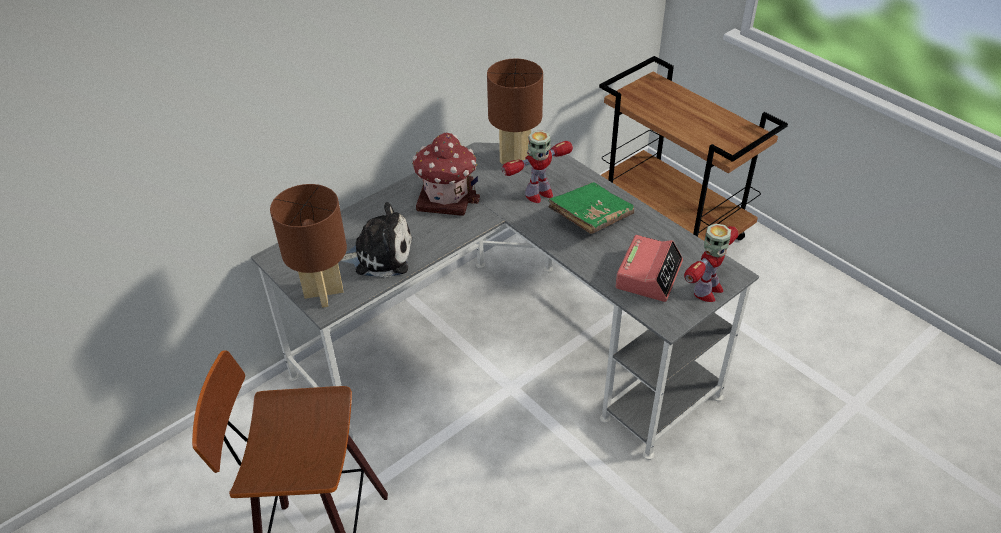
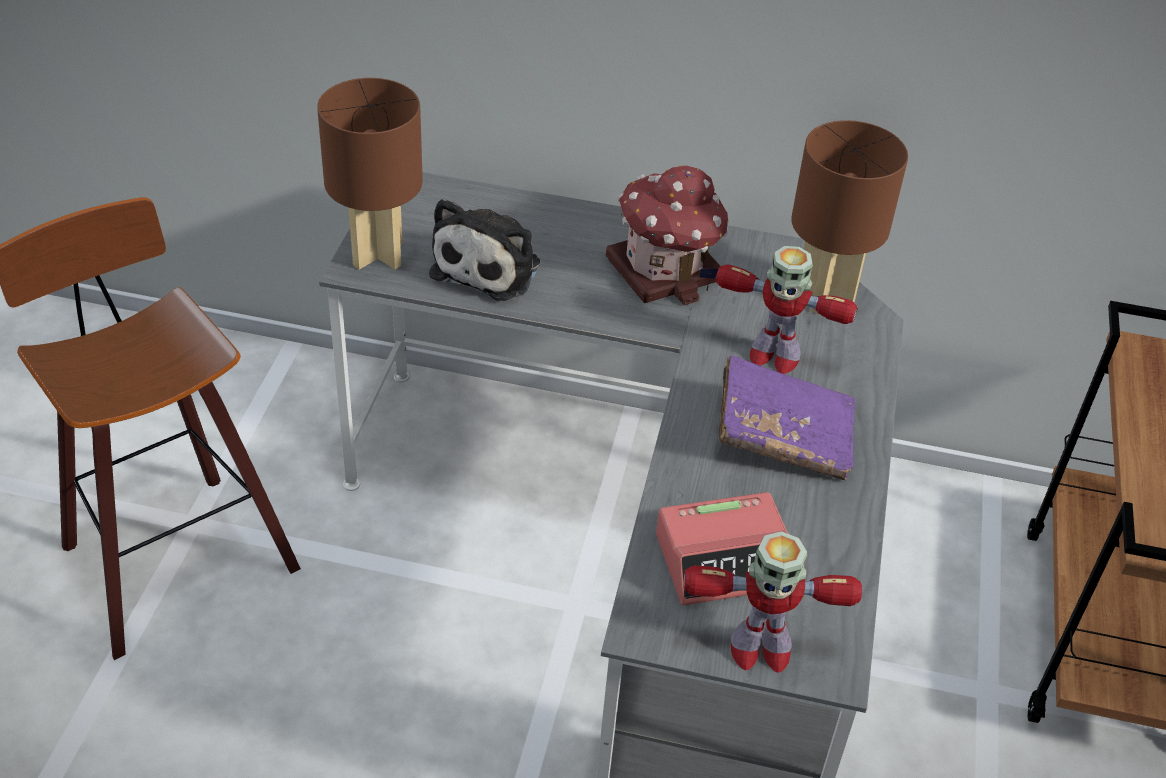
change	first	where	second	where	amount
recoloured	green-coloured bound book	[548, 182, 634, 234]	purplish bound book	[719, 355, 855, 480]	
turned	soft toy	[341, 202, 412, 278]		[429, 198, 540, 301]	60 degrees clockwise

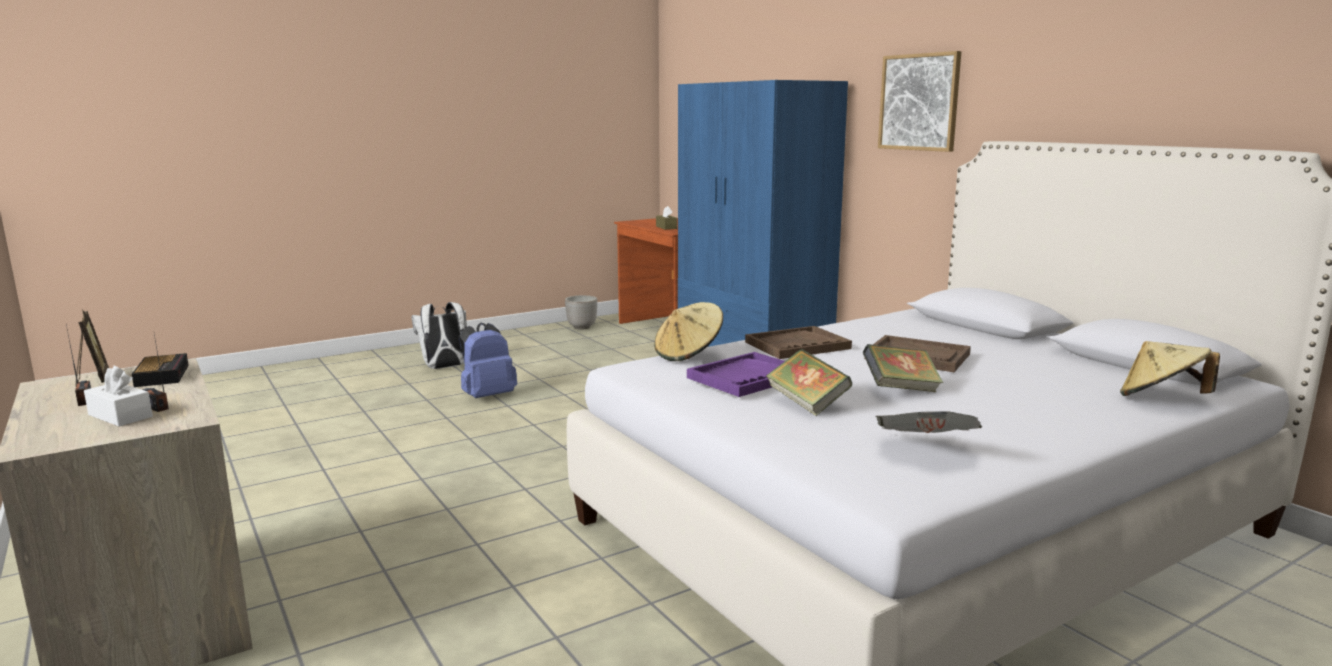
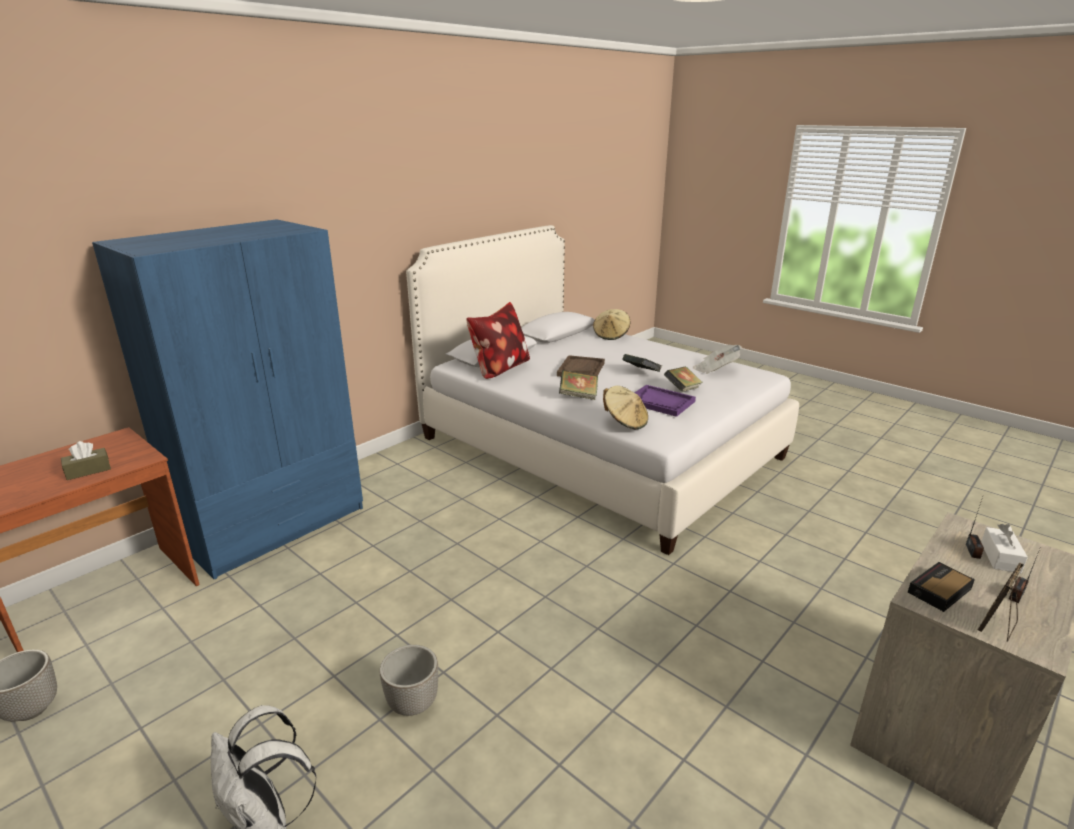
change	first	where	second	where	amount
removed	picture	[878, 51, 961, 152]			
added			cushion	[466, 302, 530, 379]	
replaced	bluish backpack	[459, 323, 517, 398]	flower pot	[380, 645, 438, 716]	
replaced	brown-coloured serving tray	[745, 326, 852, 359]	bound book	[559, 370, 598, 400]	

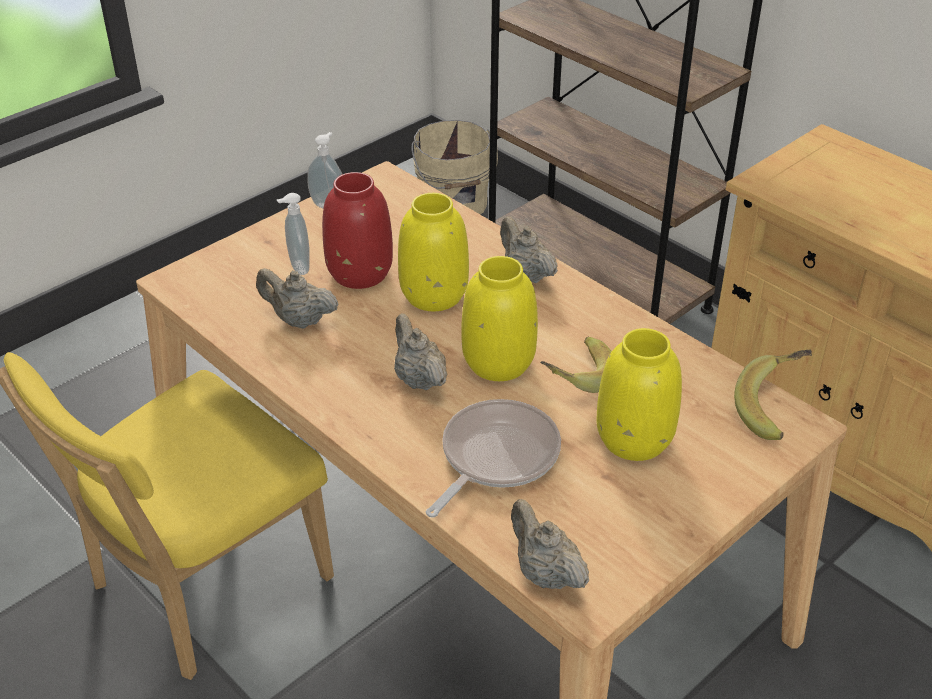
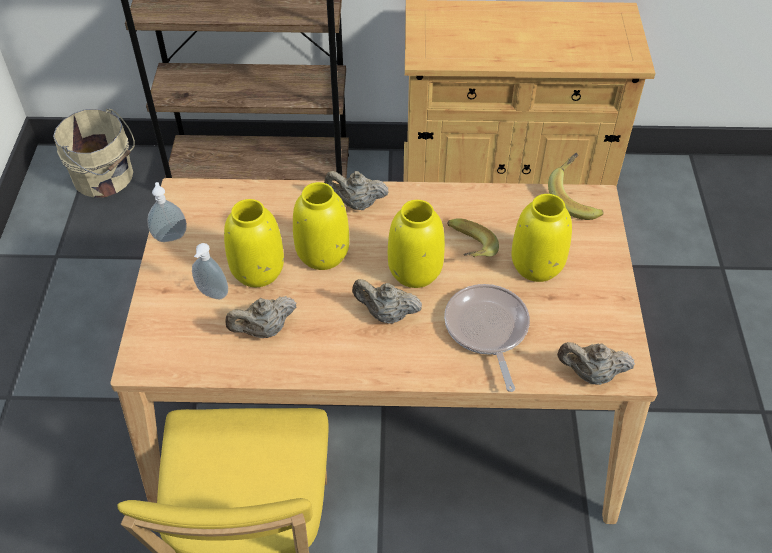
change	first	where	second	where	amount
recoloured	red vase	[322, 172, 393, 289]	yellow-coloured vase	[224, 199, 284, 287]	

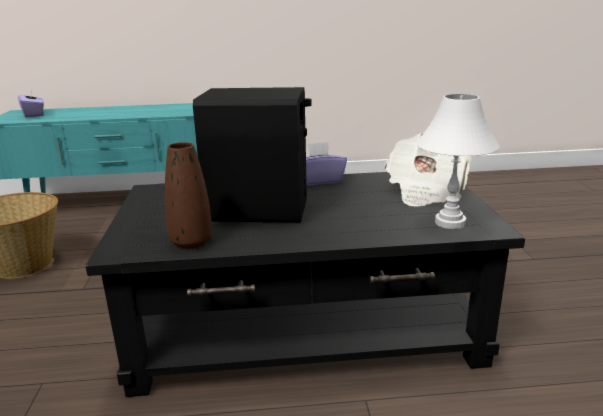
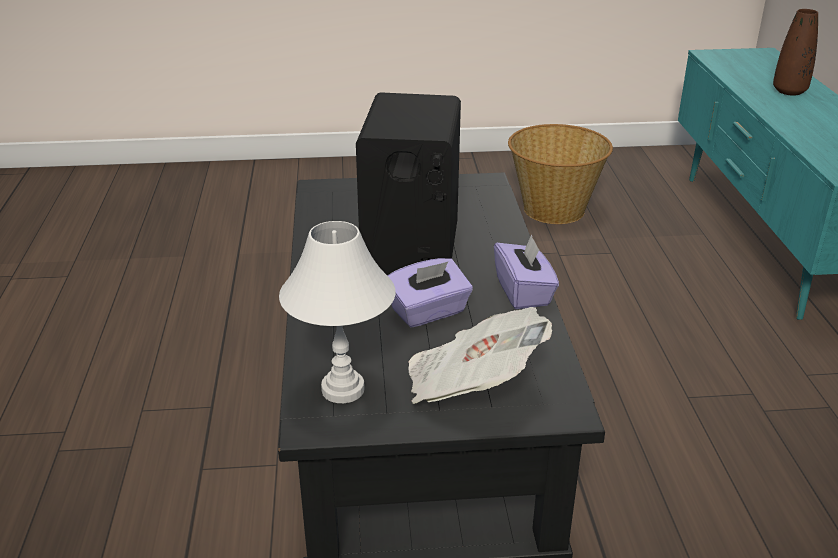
change	first	where	second	where	amount
moved	purplish tissue holder	[18, 91, 44, 118]		[387, 258, 473, 328]	
moved	brown-coloured vase	[165, 142, 212, 249]		[773, 9, 818, 96]	

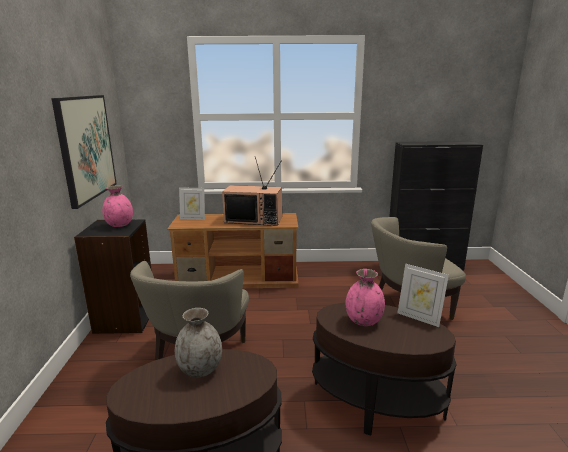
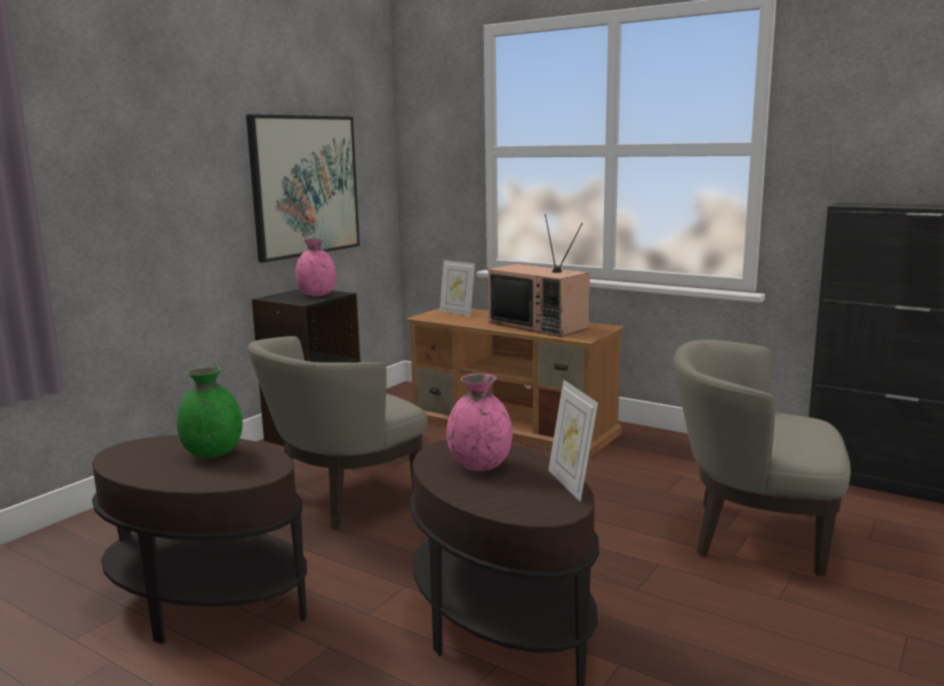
change	first	where	second	where	amount
recoloured	grey vase	[175, 308, 222, 377]	green-coloured vase	[177, 366, 243, 458]	

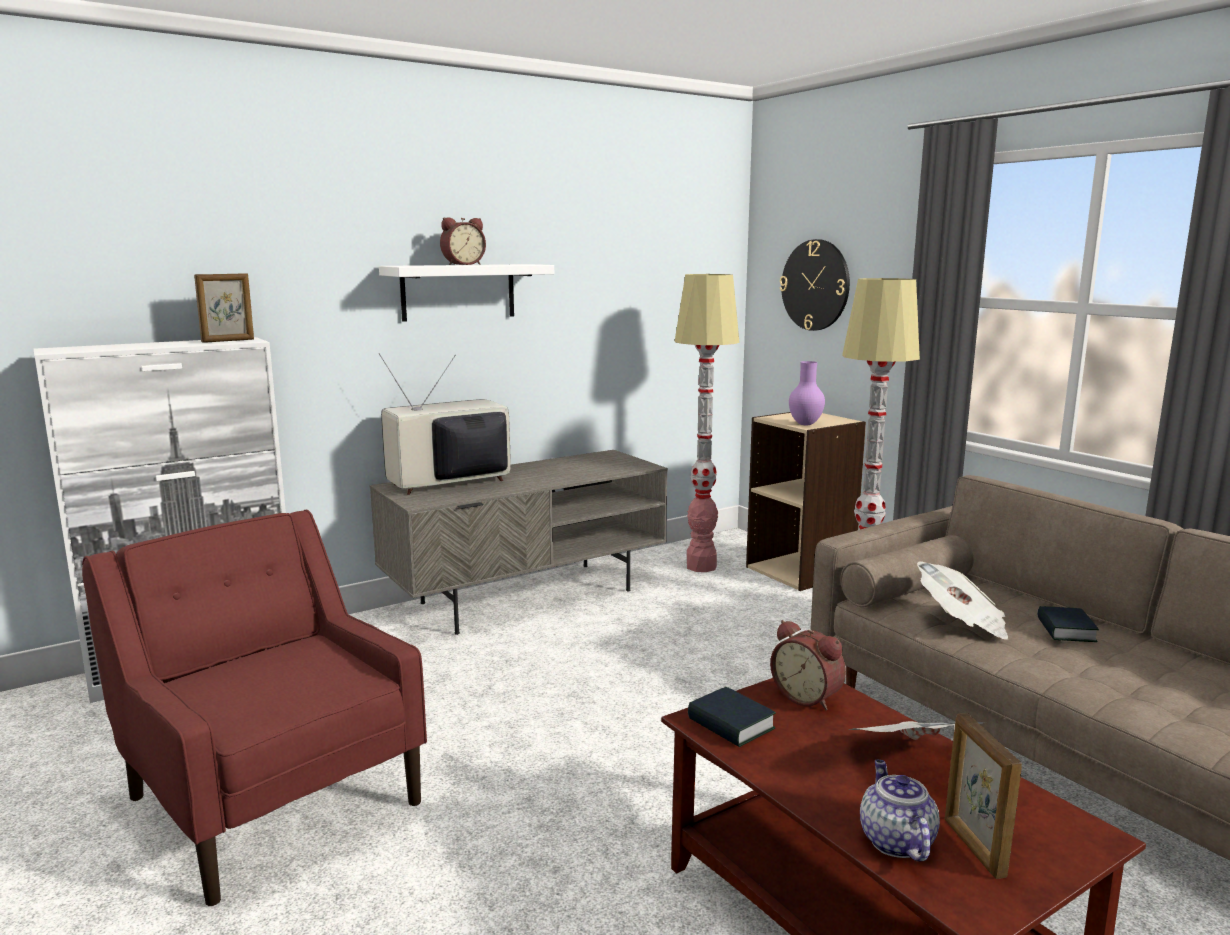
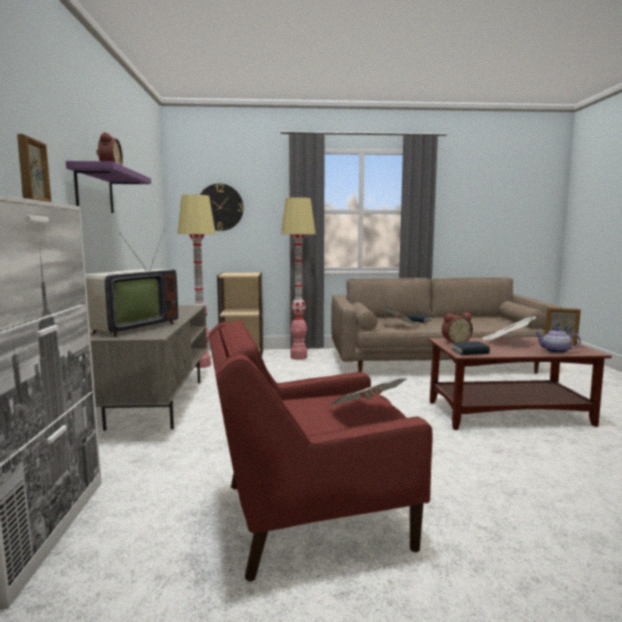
change	first	where	second	where	amount
removed	purplish vase	[789, 361, 825, 425]			
added			daily paper	[330, 379, 407, 405]	
recoloured	white bracket shelf	[379, 264, 554, 322]	purplish bracket shelf	[66, 161, 151, 213]	
turned	television	[378, 353, 511, 495]		[85, 229, 178, 337]	150 degrees counterclockwise

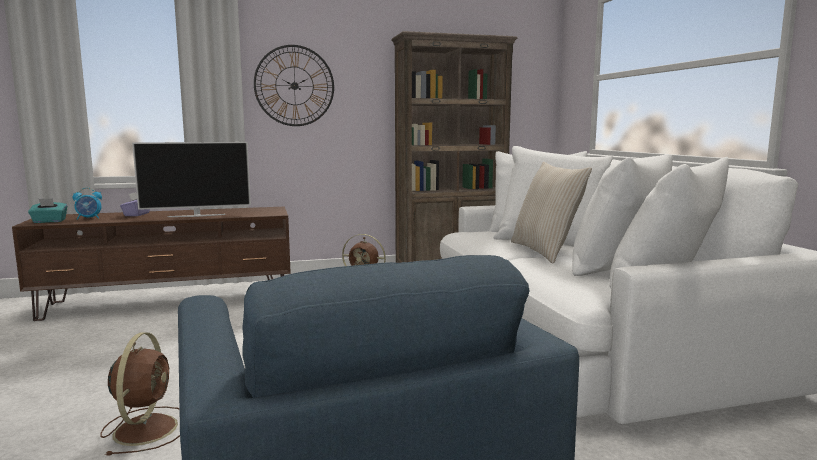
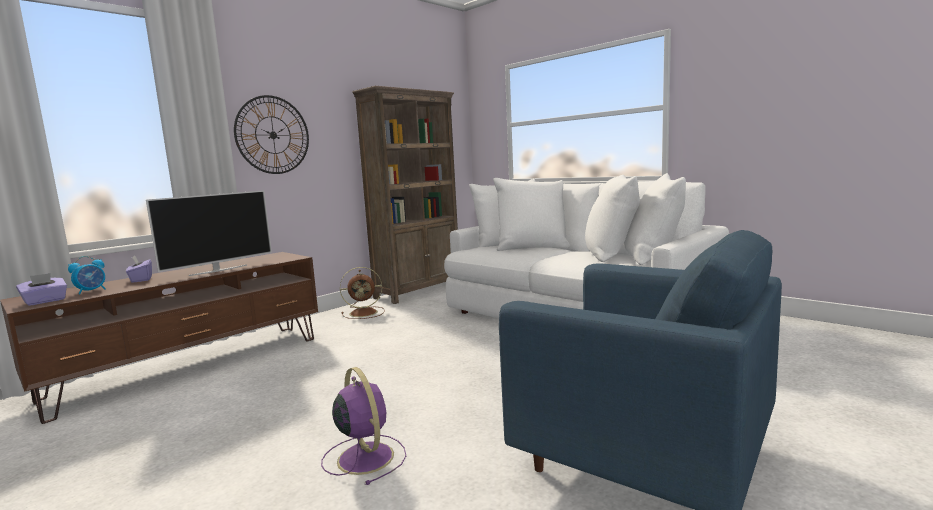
change	first	where	second	where	amount
removed	sand-coloured cushion	[511, 162, 592, 263]			
recoloured	turquoise tissue holder	[28, 198, 67, 223]	purplish tissue holder	[16, 273, 67, 306]	
recoloured	brown-coloured electric fan	[101, 333, 180, 456]	purplish electric fan	[321, 367, 406, 485]	

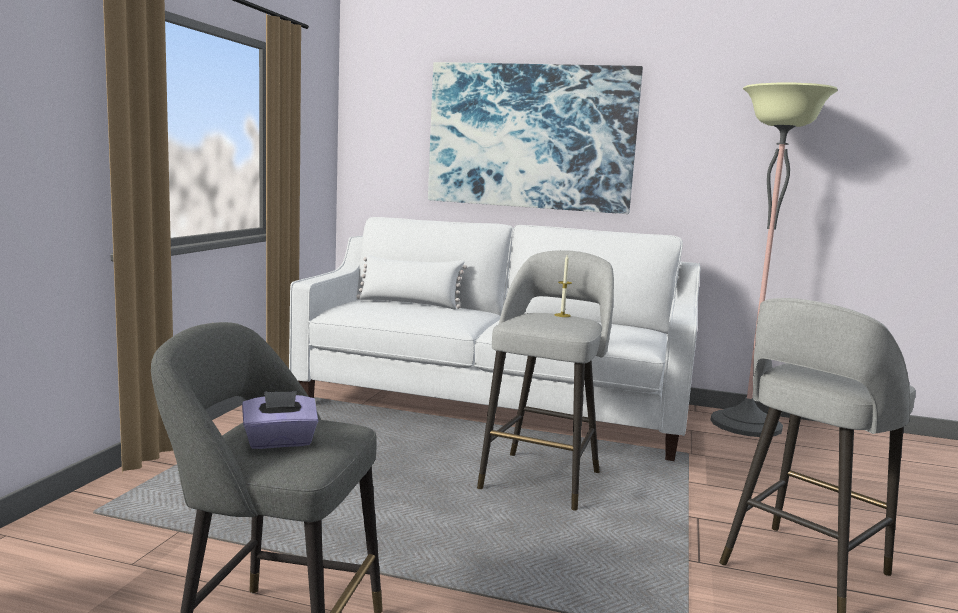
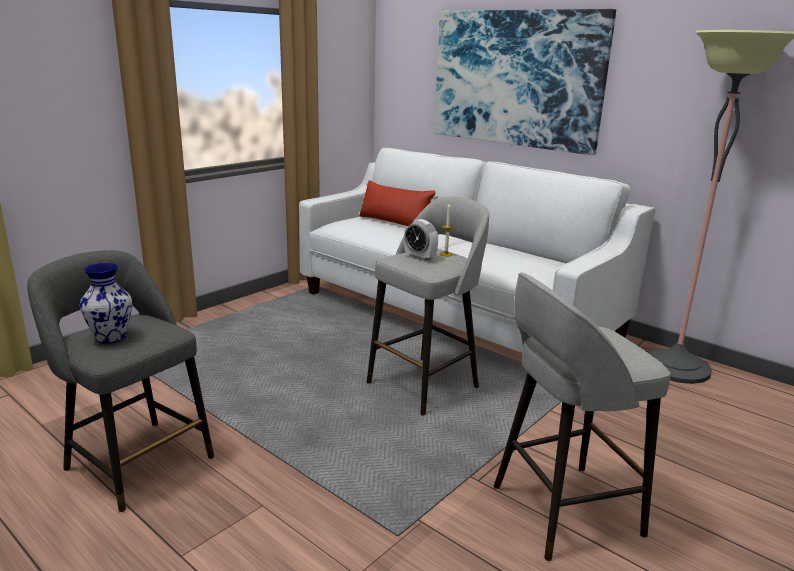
change	first	where	second	where	amount
added			alarm clock	[404, 219, 438, 261]	
replaced	purplish tissue holder	[242, 391, 318, 449]	vase	[79, 263, 132, 344]	
recoloured	white cushion	[356, 254, 467, 309]	red cushion	[358, 180, 438, 226]	

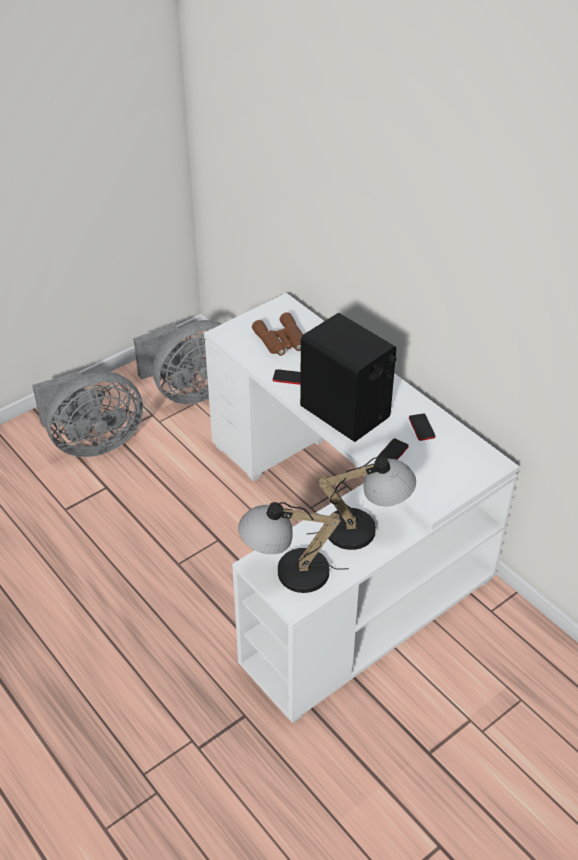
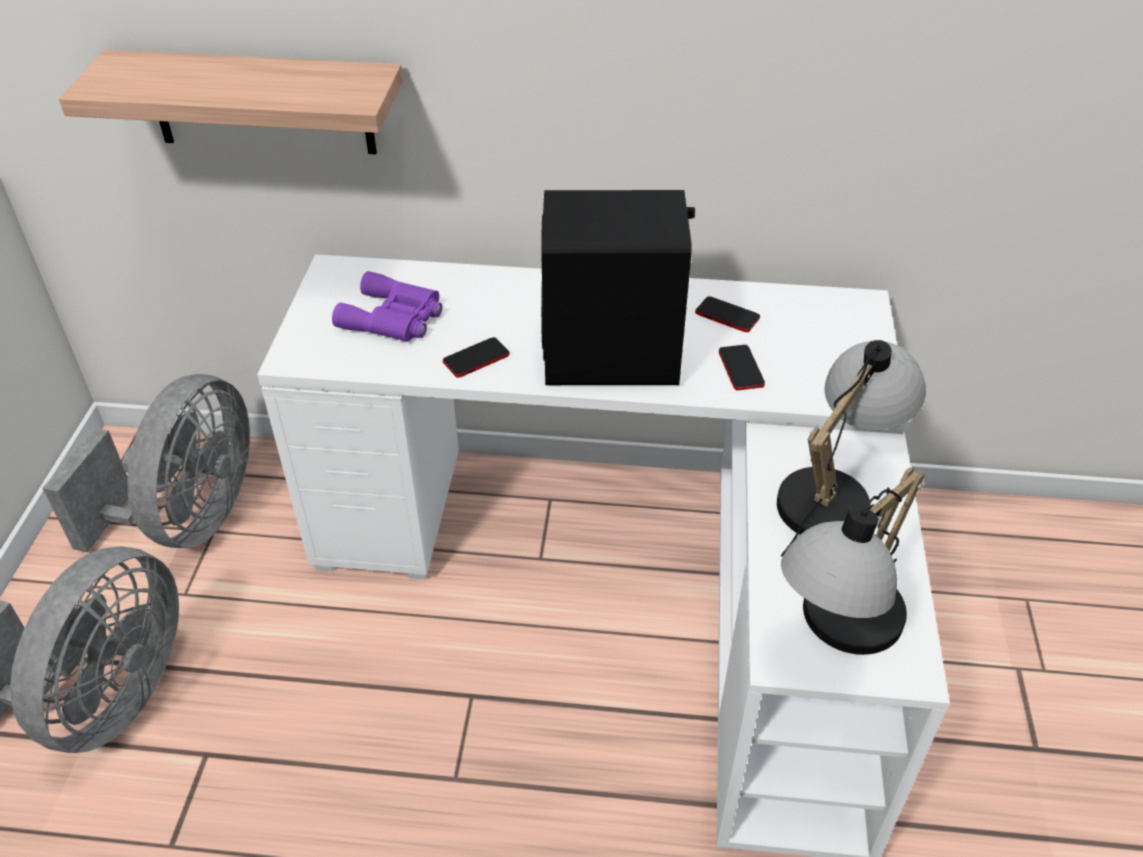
change	first	where	second	where	amount
added			bracket shelf	[59, 50, 403, 154]	
recoloured	brown-coloured pair of binoculars	[252, 312, 303, 356]	purplish pair of binoculars	[332, 271, 442, 342]	

